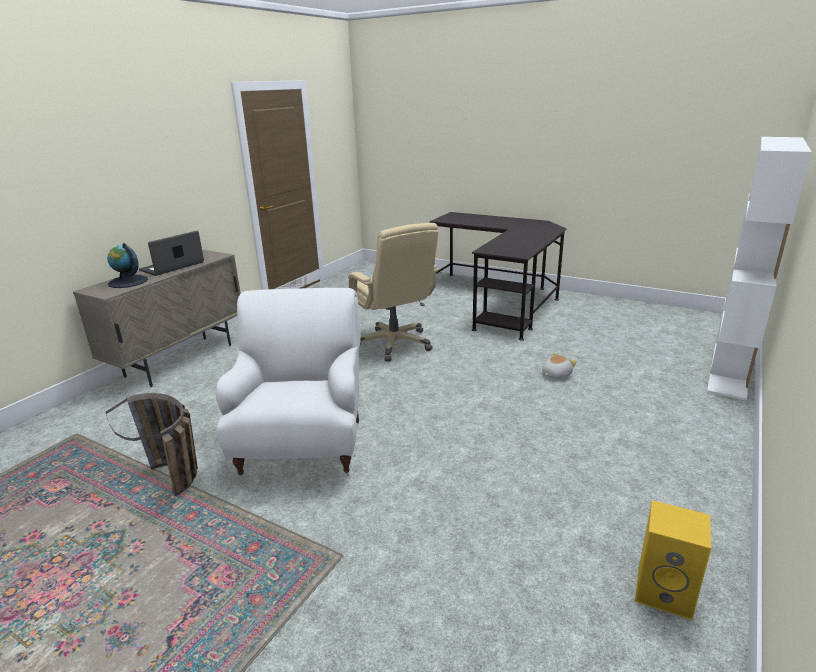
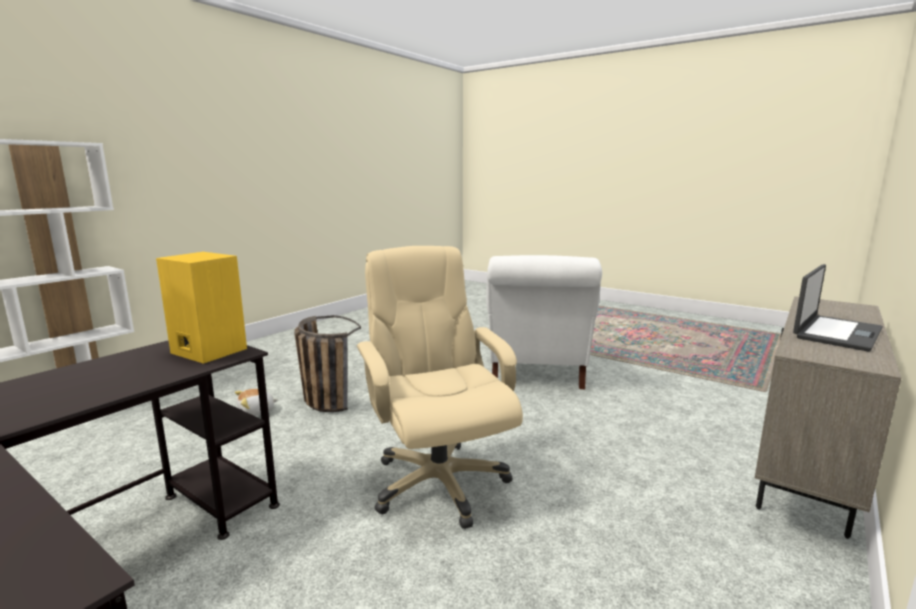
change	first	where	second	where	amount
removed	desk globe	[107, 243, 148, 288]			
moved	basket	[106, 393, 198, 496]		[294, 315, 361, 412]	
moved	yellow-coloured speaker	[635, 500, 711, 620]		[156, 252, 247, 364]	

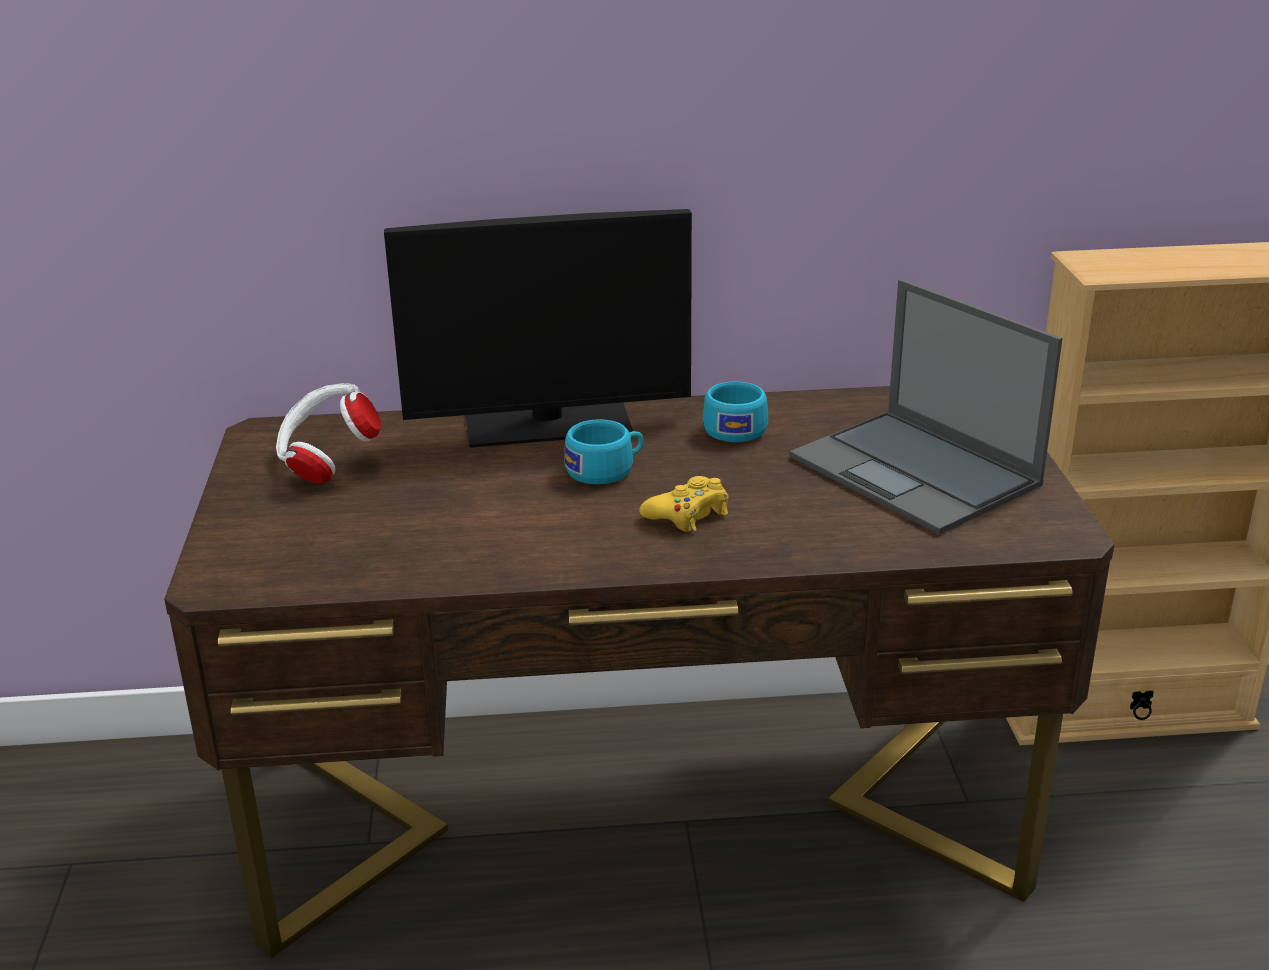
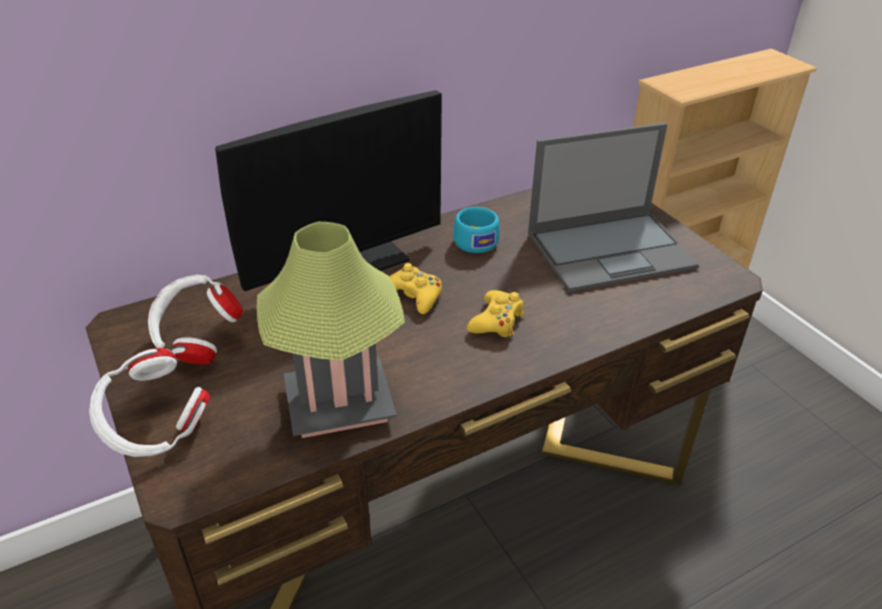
change	first	where	second	where	amount
added			white headphones	[89, 348, 211, 457]	
added			tabletop lamp	[257, 222, 405, 438]	
replaced	turquoise cup	[564, 419, 644, 484]	yellow-coloured game controller	[389, 263, 442, 314]	
turned	portable computer	[789, 279, 1063, 535]		[528, 123, 699, 292]	45 degrees counterclockwise

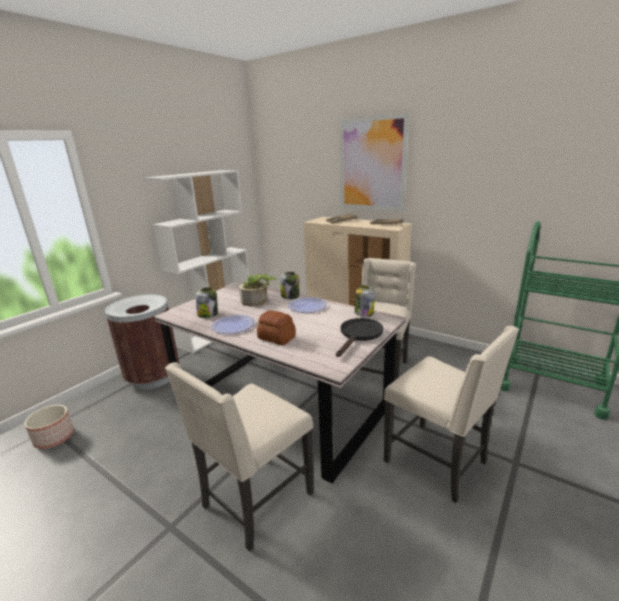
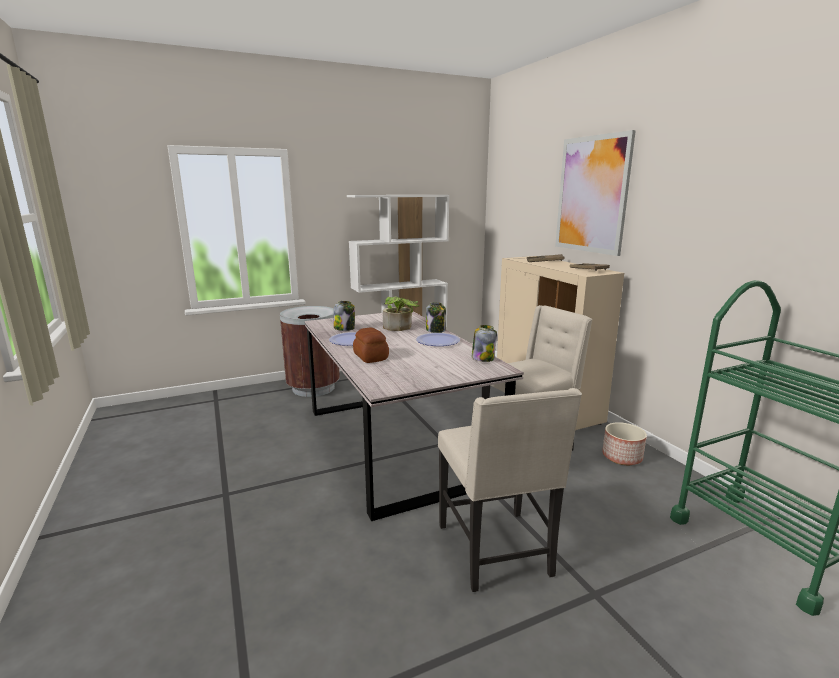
change	first	where	second	where	amount
removed	sand-coloured plain chair	[165, 362, 314, 552]			
removed	blackish pan	[336, 318, 383, 357]			
moved	flower pot	[24, 405, 74, 449]		[602, 422, 647, 465]	

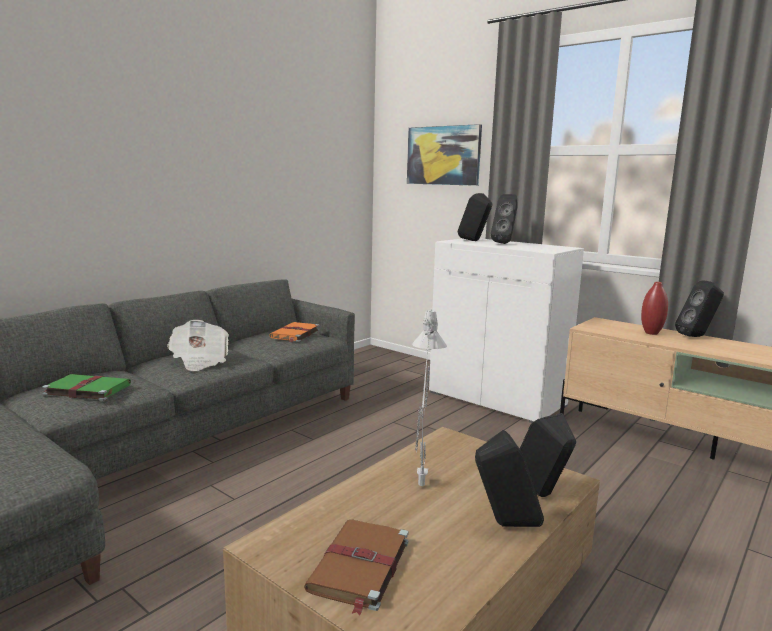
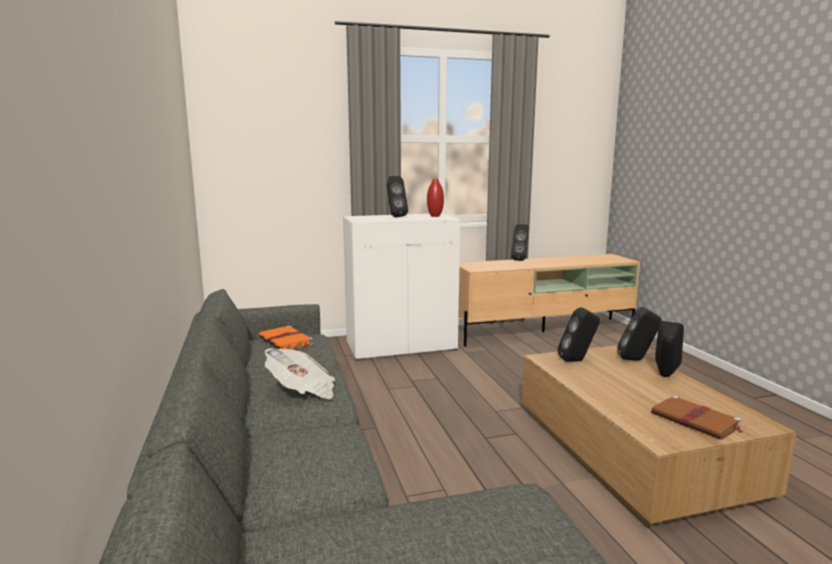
change	first	where	second	where	amount
removed	green-coloured bound book	[42, 374, 131, 401]			
removed	picture	[407, 124, 482, 186]			
removed	grey tabletop lamp	[412, 308, 447, 486]			
moved	blackish speaker	[458, 193, 492, 241]		[558, 307, 600, 362]	
moved	red vase	[641, 282, 668, 335]		[427, 178, 444, 217]	

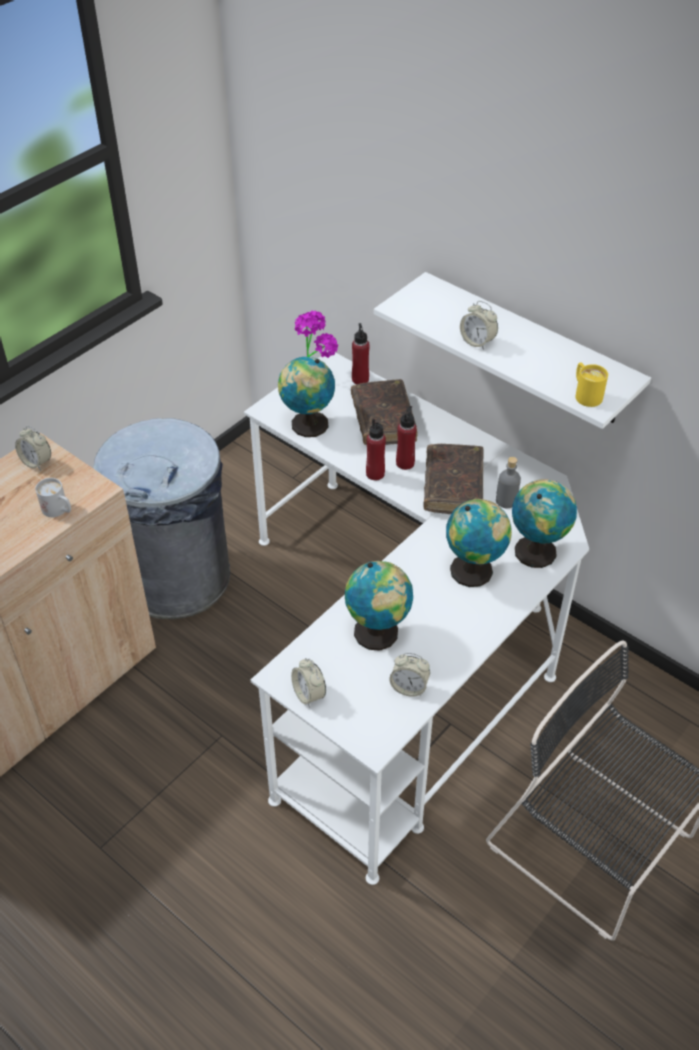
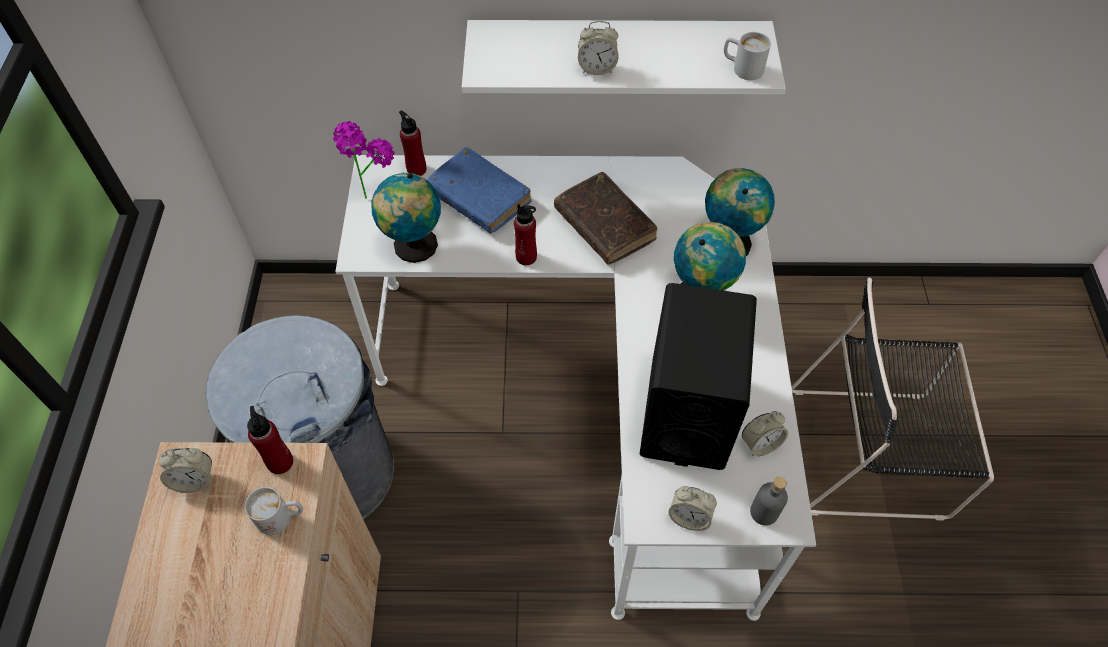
change	first	where	second	where	amount
moved	red beverage bottle	[396, 406, 417, 470]		[247, 406, 293, 474]	
moved	grey beverage bottle	[496, 457, 521, 508]		[750, 477, 788, 526]	
replaced	desk globe	[345, 561, 413, 651]	blackish speaker	[640, 283, 757, 470]	
recoloured	brown-coloured bound book	[351, 379, 418, 445]	bluish bound book	[427, 147, 532, 234]	
recoloured	yellow-coloured coffee mug	[575, 362, 608, 407]	white coffee mug	[724, 32, 771, 80]	

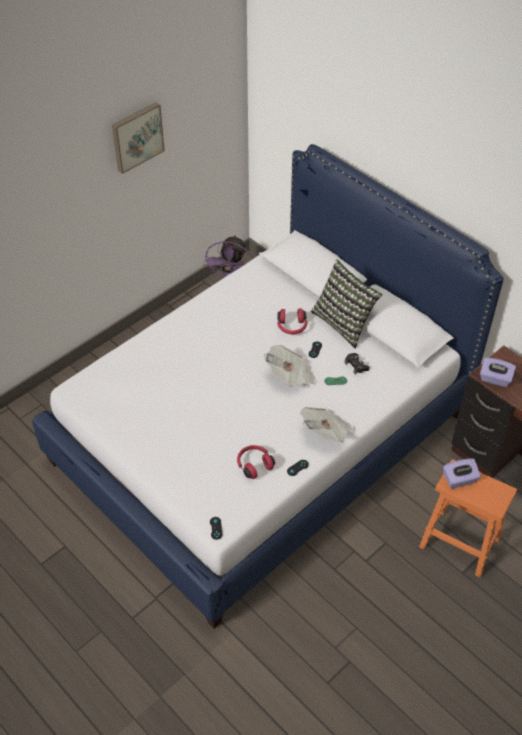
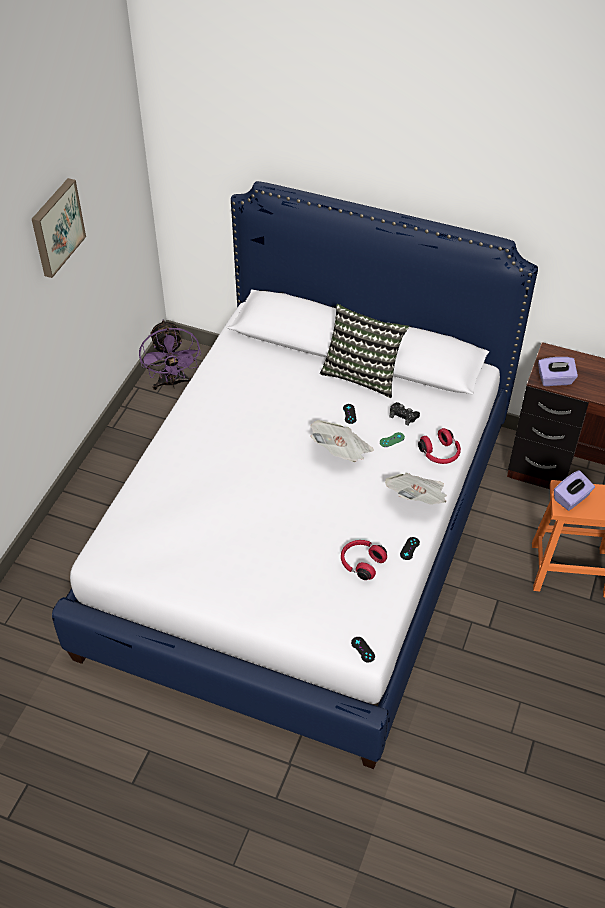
change	first	where	second	where	amount
moved	red headphones	[277, 308, 307, 334]		[418, 428, 461, 464]	

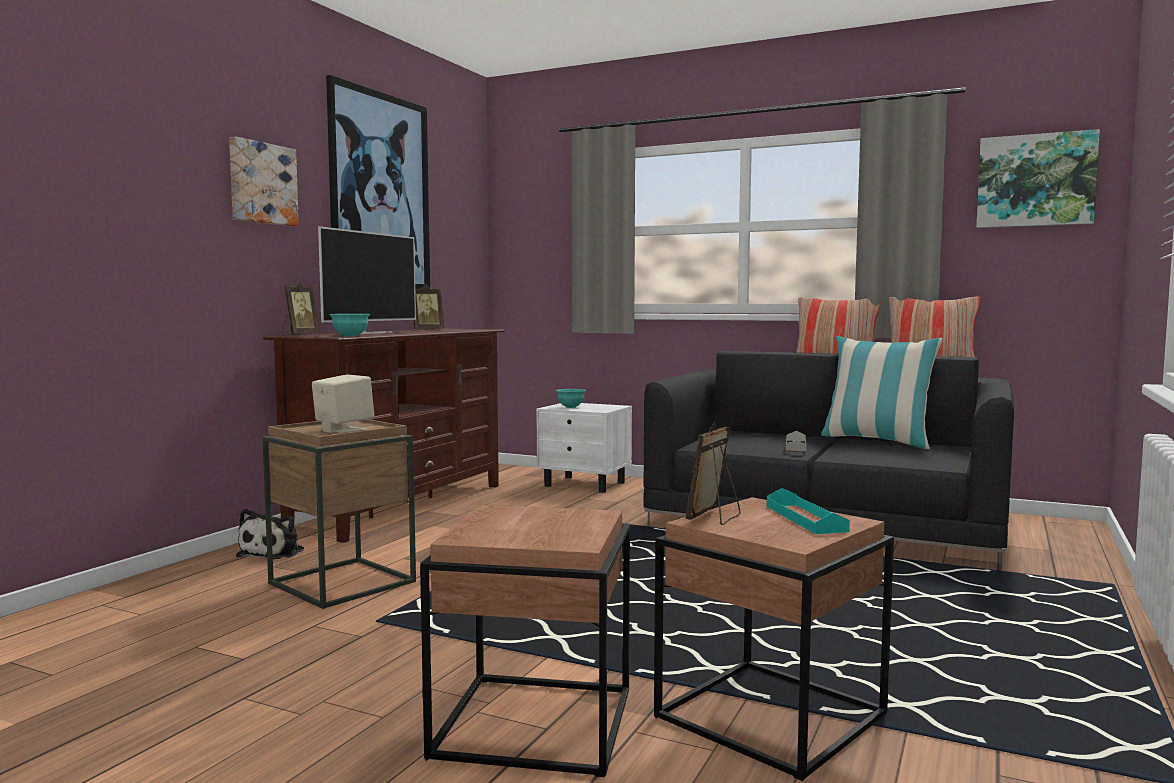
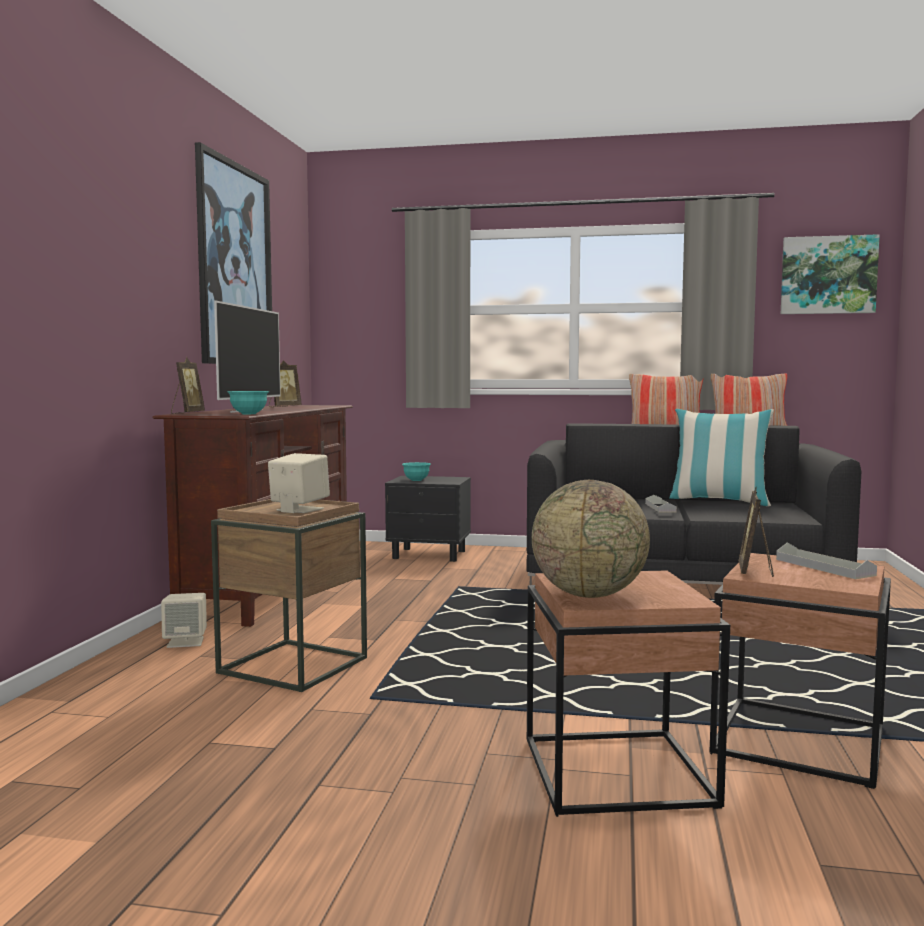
change	first	where	second	where	amount
removed	picture	[229, 137, 299, 226]			
added			desk globe	[532, 480, 650, 598]	
replaced	soft toy	[236, 508, 304, 559]	sand-coloured speaker	[161, 593, 207, 648]	
recoloured	white bedside table	[536, 403, 632, 493]	blackish bedside table	[385, 476, 471, 562]	
recoloured	turquoise serving tray	[767, 488, 850, 534]	grey serving tray	[776, 543, 877, 579]	

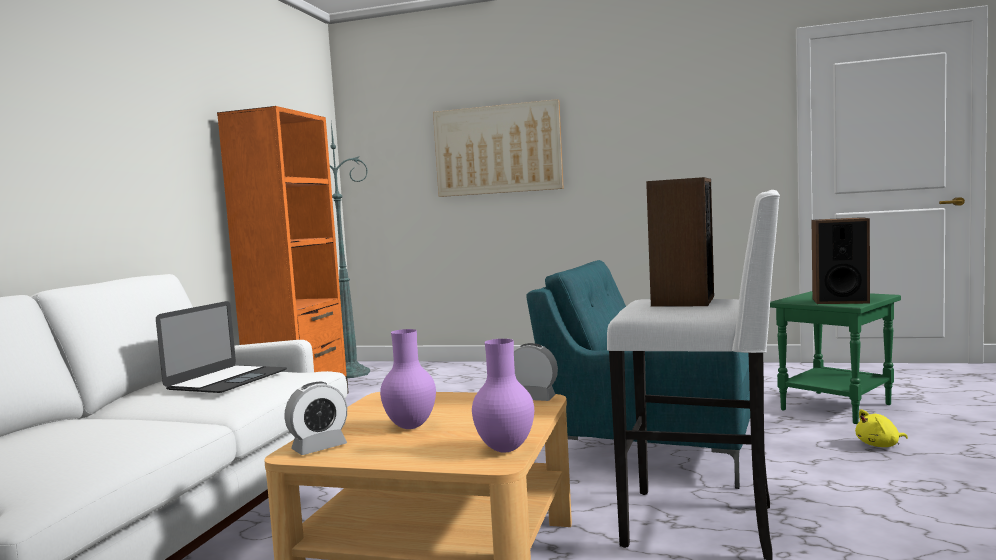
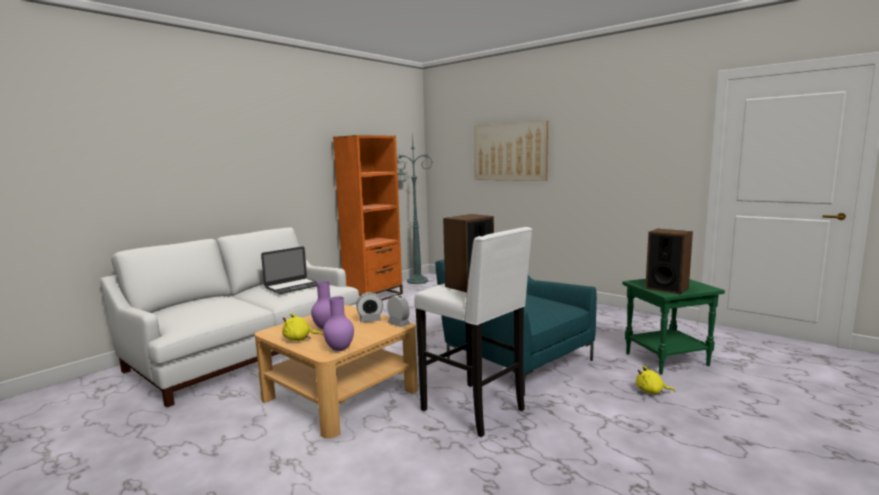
change	first	where	second	where	amount
added			yellow-coloured soft toy	[282, 313, 323, 341]	
moved	alarm clock	[284, 382, 347, 455]		[356, 292, 383, 323]	

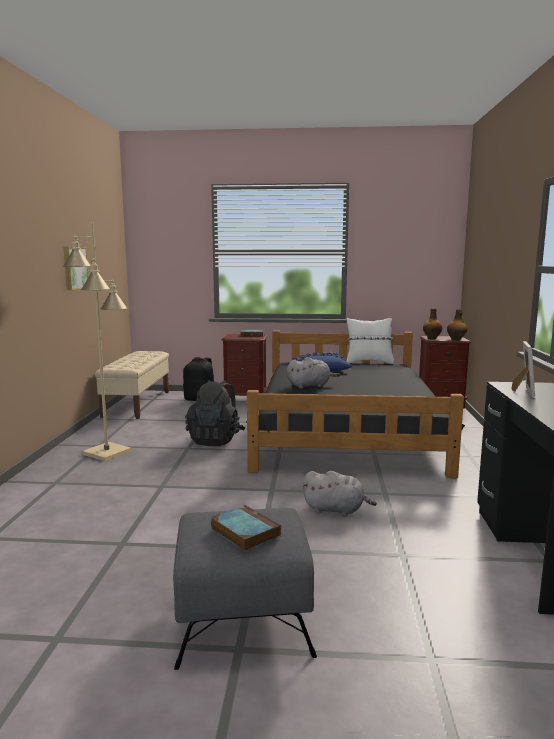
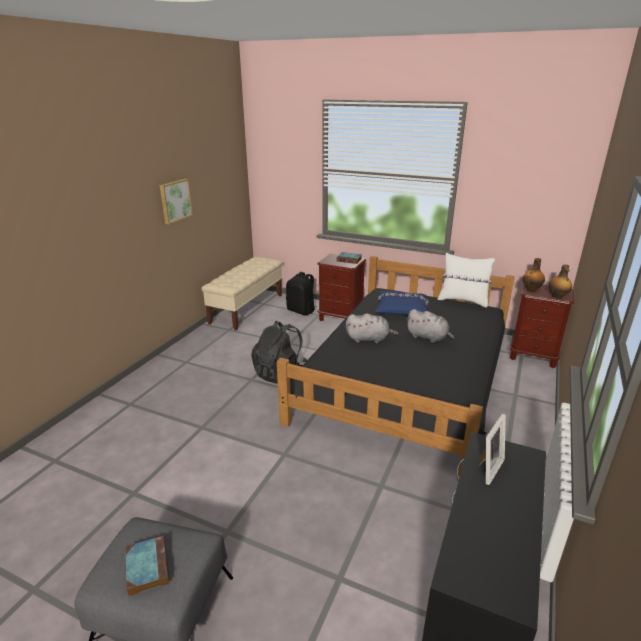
change	first	where	second	where	amount
removed	sand-coloured floor lamp	[63, 222, 131, 461]			
moved	grey soft toy	[303, 471, 377, 516]		[406, 309, 454, 343]	

